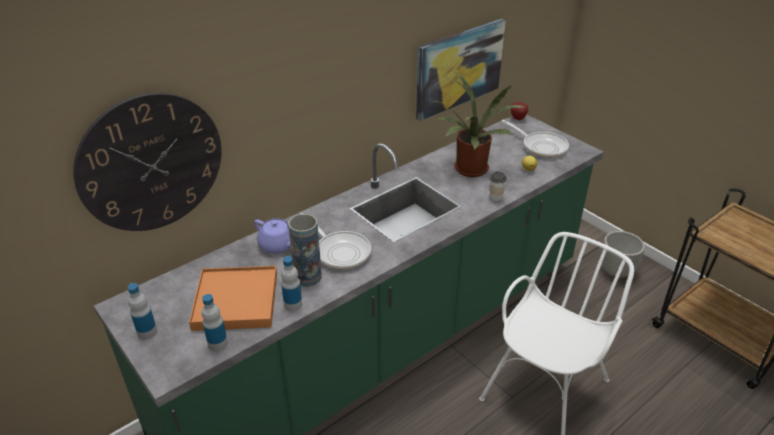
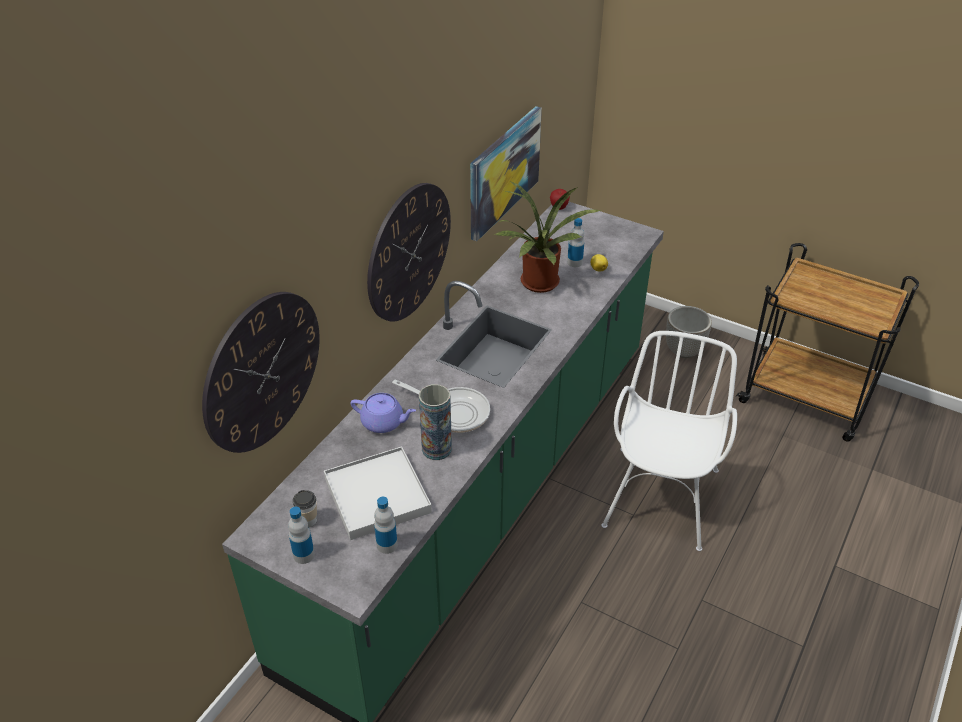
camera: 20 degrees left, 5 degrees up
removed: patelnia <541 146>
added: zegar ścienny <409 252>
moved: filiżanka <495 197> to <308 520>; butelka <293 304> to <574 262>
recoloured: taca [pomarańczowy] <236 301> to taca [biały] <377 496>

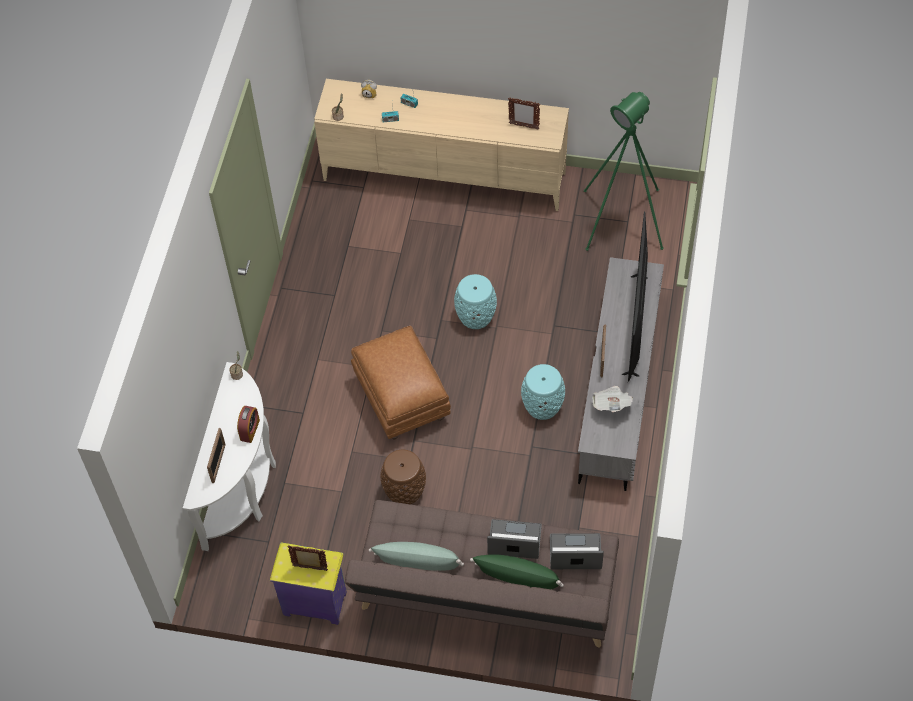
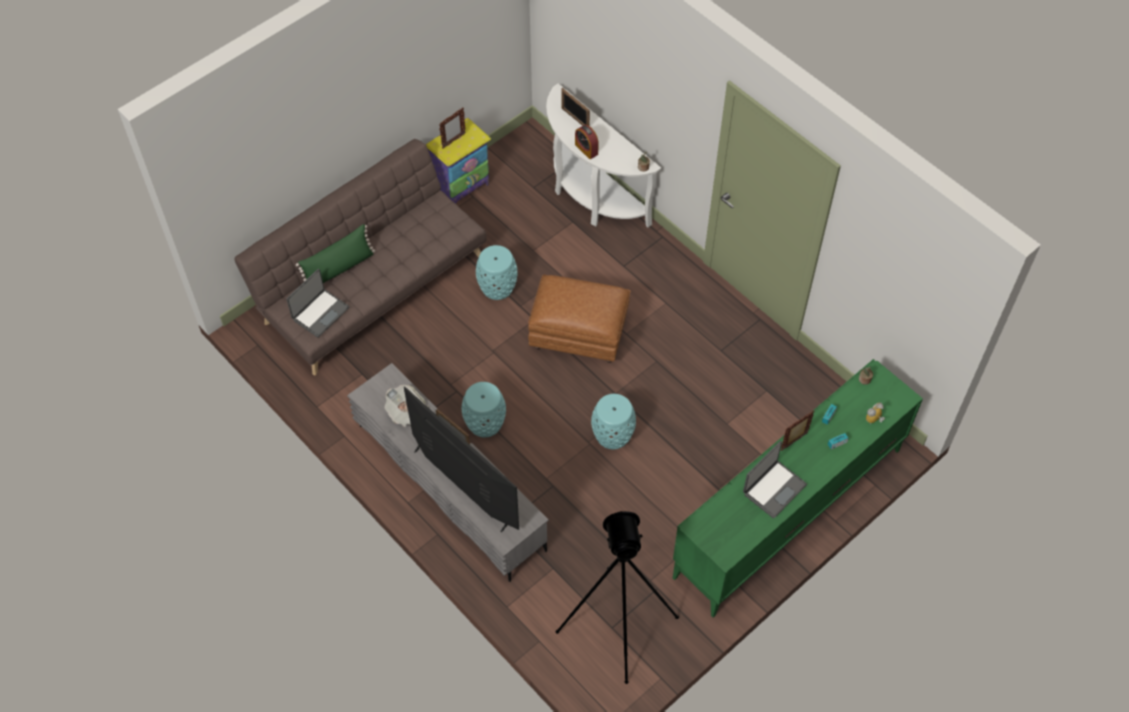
camera: 125 degrees right, 0 degrees up
removed: poduszka [zielony] <417 562>
moved: ramka na zdjęcie <523 126> to <794 442>; laptop <514 541> to <773 488>
recoloured: szafka [beżowy] <445 176> to szafka [zielony] <788 514>; lampa stojąca [zielony] <622 220> to lampa stojąca [czarny] <617 624>; stołek [brązowy] <404 490> to stołek [turkusowy] <497 287>

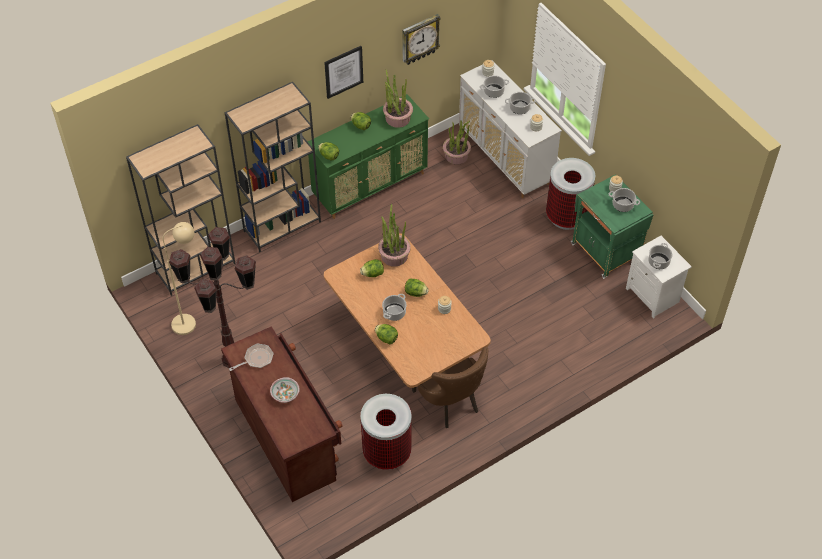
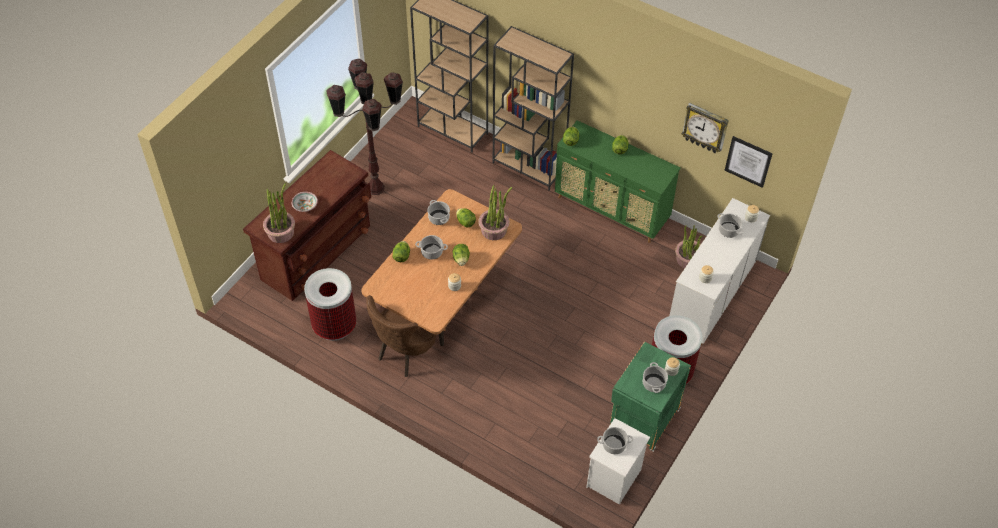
camera: 65 degrees right, 0 degrees up
removed: lampa stojąca [beżowy] <190 322>; patelnia <256 359>
moved: obraz <343 71> to <748 161>; roślina doniczkowa <397 118> to <281 232>; garnek <520 108> to <439 218>

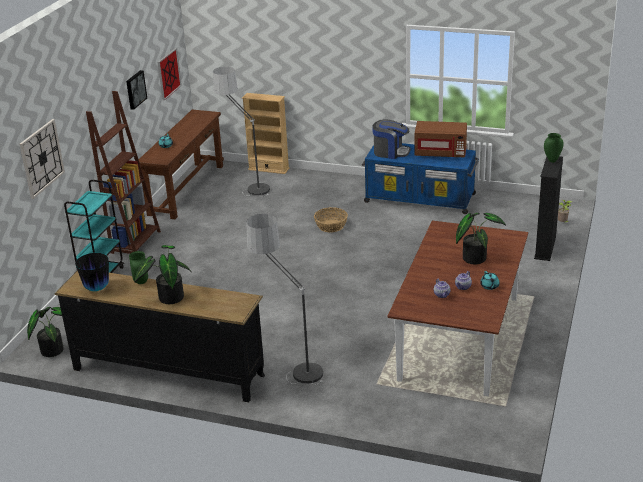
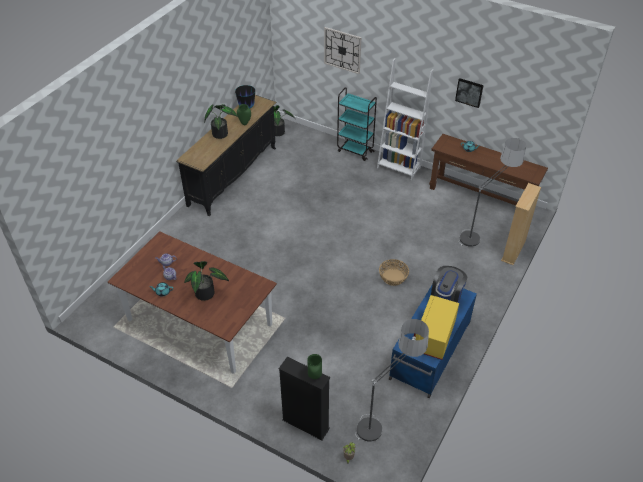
camera: 100 degrees right, 15 degrees up
removed: obraz <168 73>
moved: lampa stojąca <289 365> to <385 419>
recoloured: regał [brązowy] <135 242> to regał [biały] <399 167>; mikrofalówka [brązowy] <440 153> to mikrofalówka [żółty] <434 337>

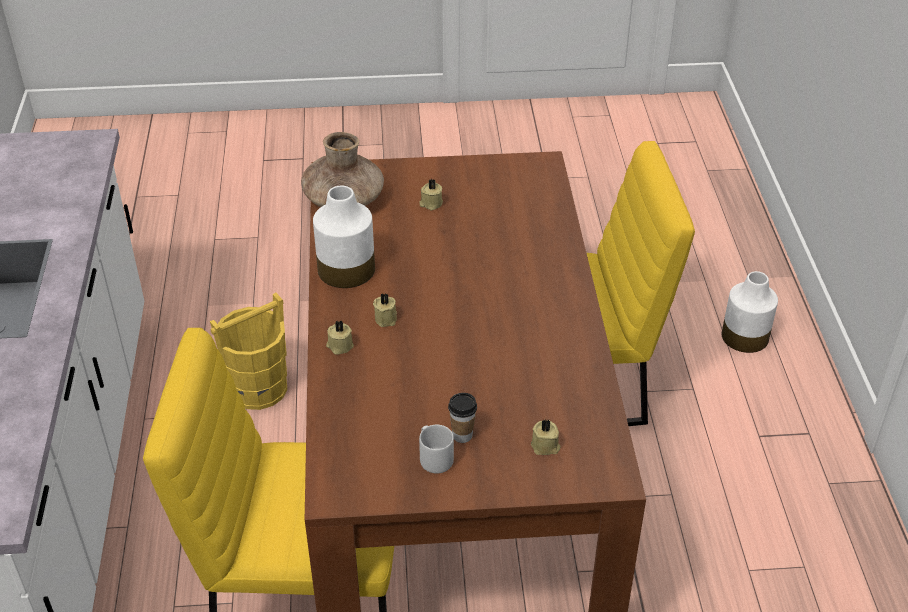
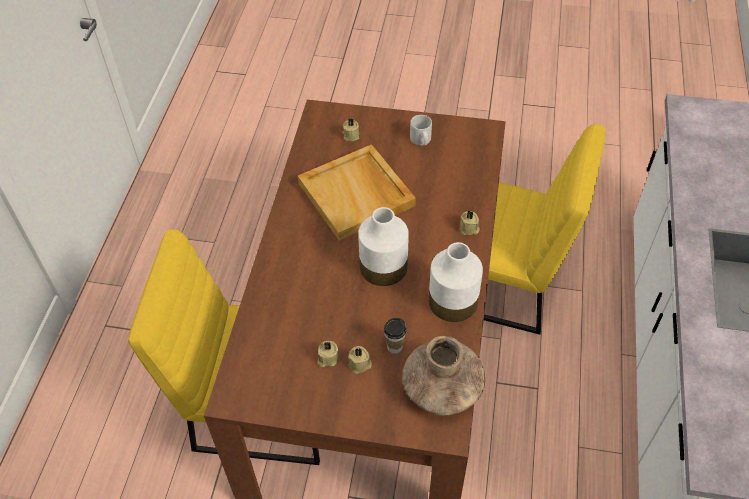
camera: 165 degrees left, 10 degrees up
removed: wiadro [żółty] <259 388>
added: taca [beżowy] <357 195>
moved: wazon [biały] <745 336> to <383 266>; świeca [beżowy] <386 318> to <327 358>; filiżanka <462 435> to <394 347>

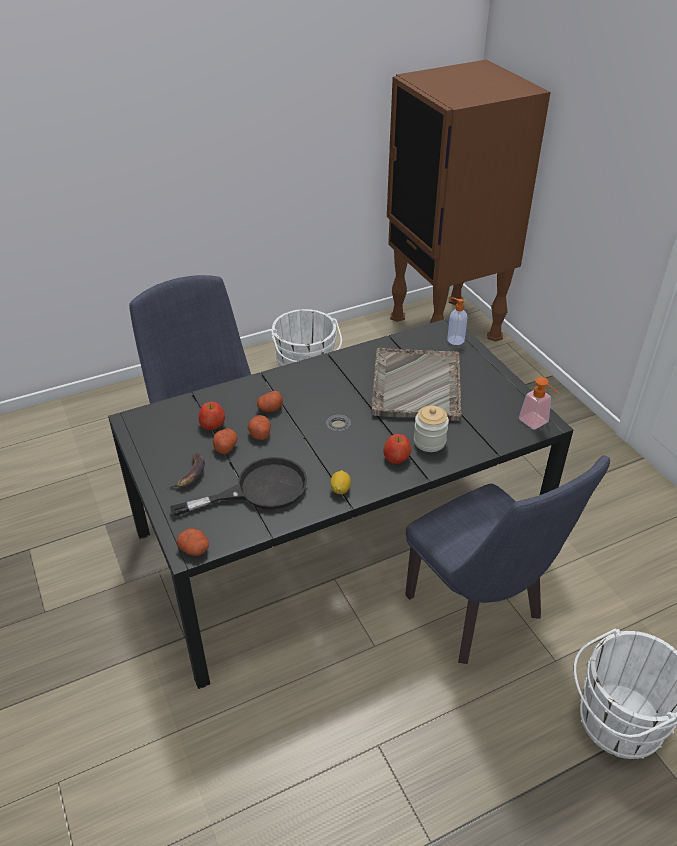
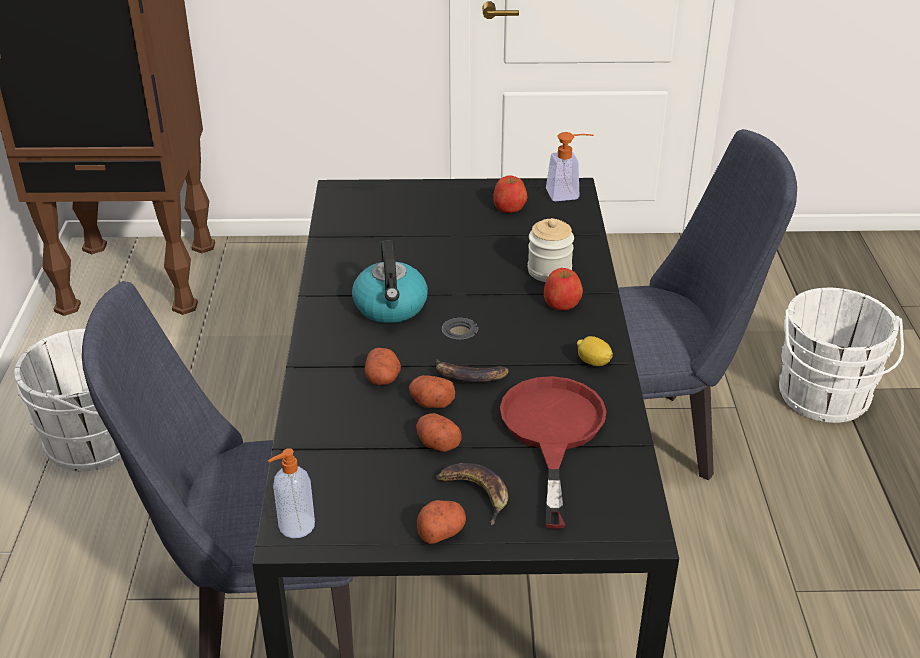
camera: 65 degrees left, 5 degrees down
removed: taca [szary] <416 386>
added: czajnik <391 307>; banan <469 376>
moved: dozownik mydła <455 340> to <295 526>; jabłko <212 424> to <509 207>; ziemniak <195 549> to <441 531>
recoloured: patelnia [czarny] <259 490> to patelnia [czerwony] <552 433>

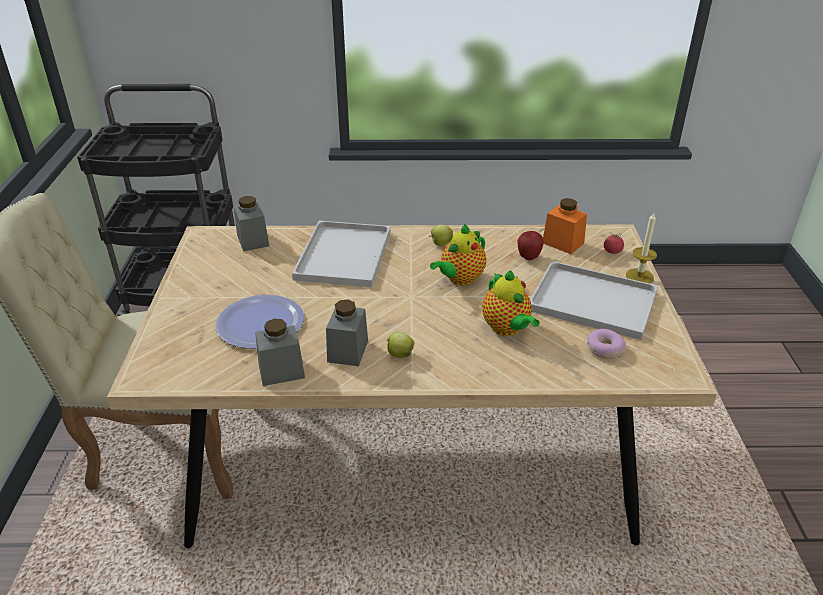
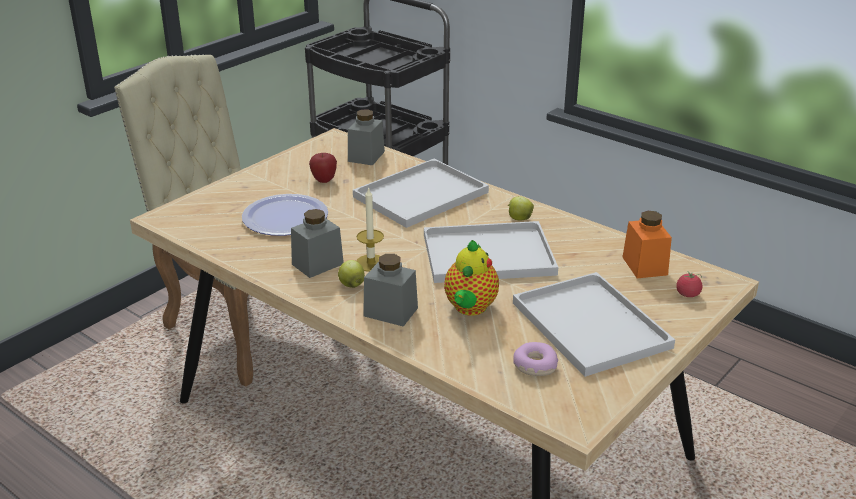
camera: 40 degrees right, 5 degrees down
moved: świeca <639 276> to <371 263>; jabłko <528 257> to <324 180>; słoik [szary] <281 371> to <390 312>
replaced: imbryk <460 279> to taca [biały] <490 253>

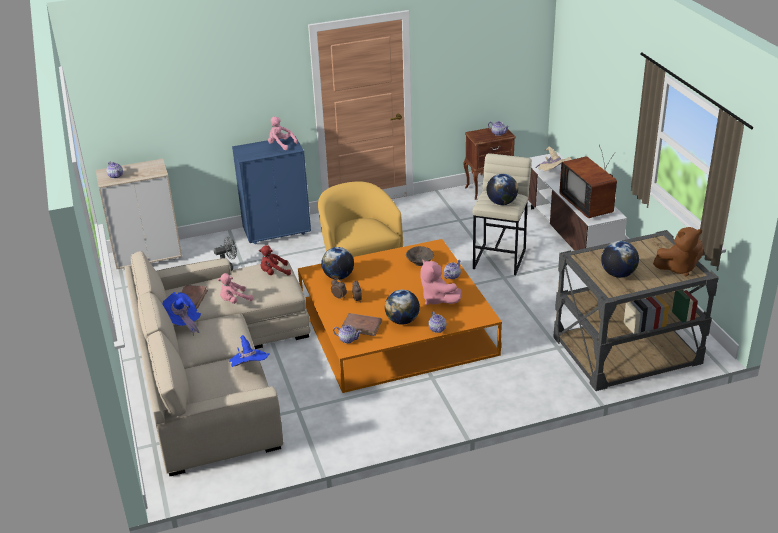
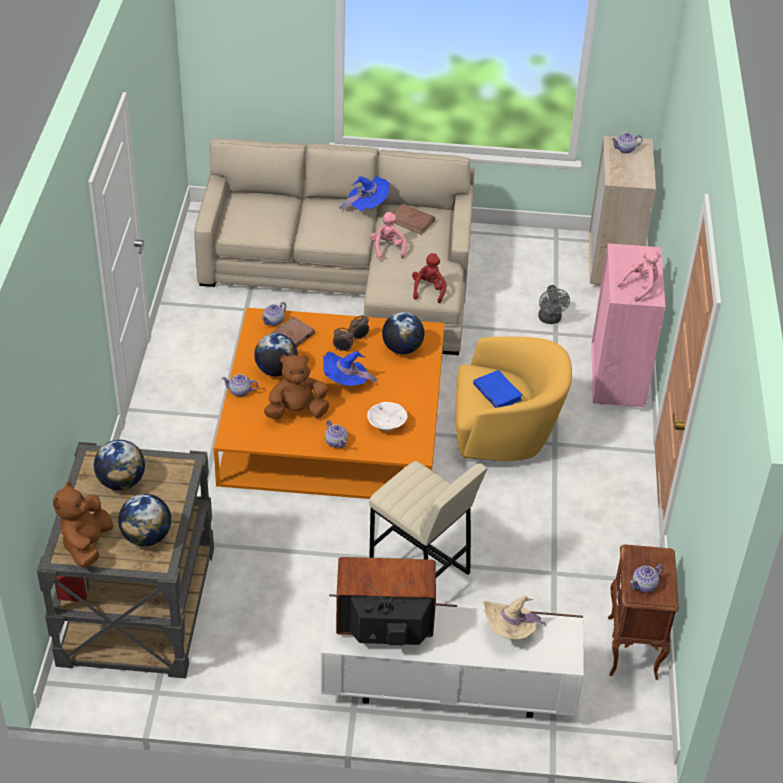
camera: 110 degrees right, 10 degrees up
added: książka [niebieski] <497 392>
moved: globus <501 203> to <147 537>; kapelusz [niebieski] <249 368> to <346 383>
recoloured: szafka [niebieski] <277 232> to szafka [różowy] <617 380>; miska [brązowy] <419 262> to miska [biały] <387 425>; pluszak [różowy] <437 299> to pluszak [brązowy] <297 411>

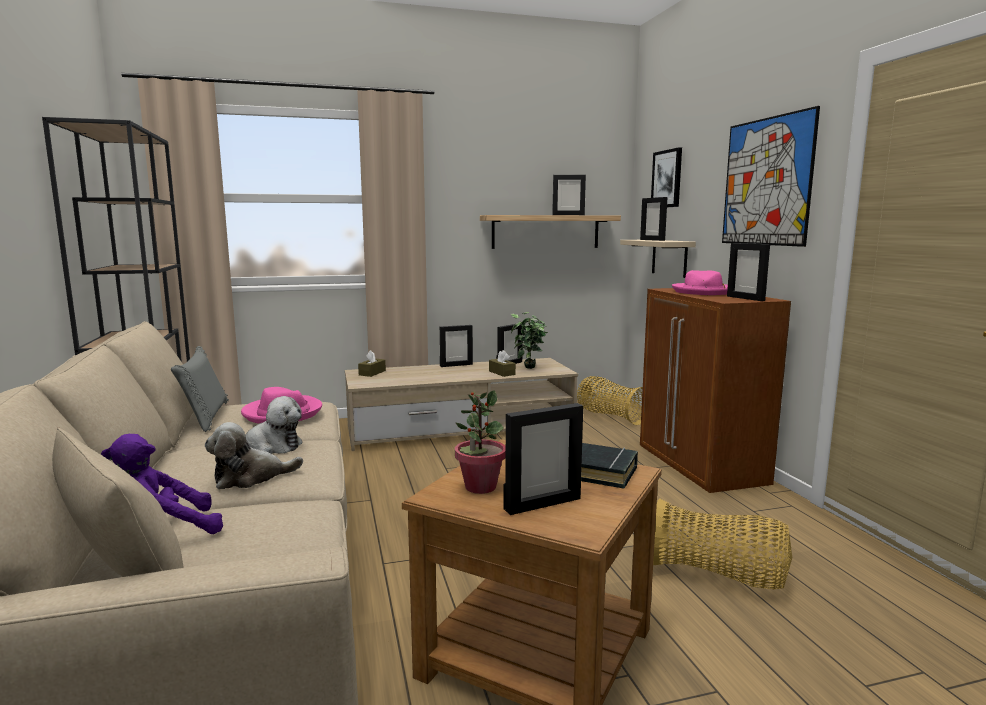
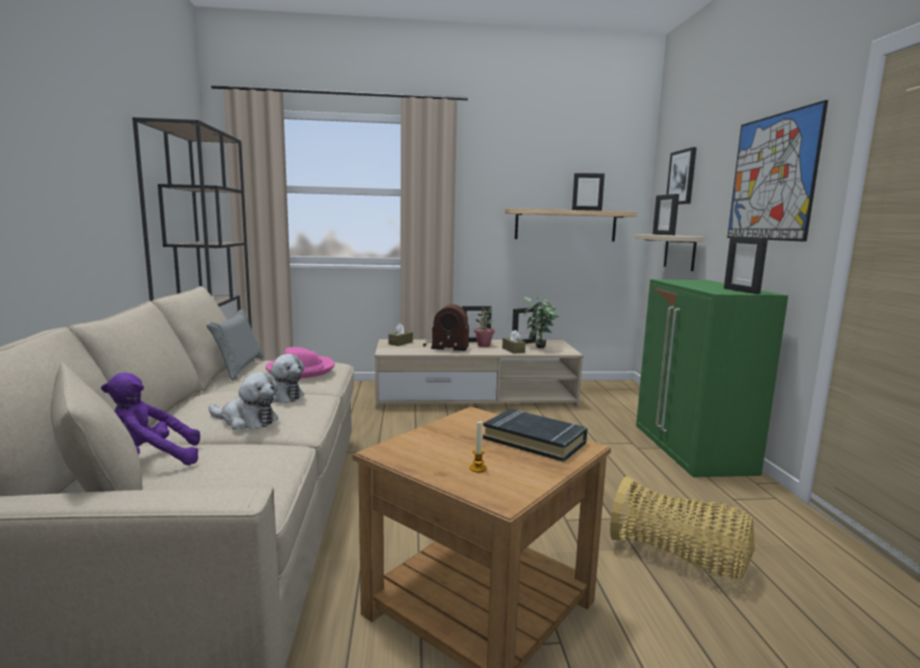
camera: 10 degrees right, 0 degrees up
removed: kapelusz [różowy] <703 292>; koszyk <611 416>
added: radio <445 346>
moved: roślina doniczkowa <480 487> to <483 345>
replaced: ramka na zdjęcie <542 504> to świeca <478 468>
recoloured: szafka [brązowy] <701 463> to szafka [zielony] <692 448>
turned: pluszak <250 477> = <246 421> 150 degrees counterclockwise

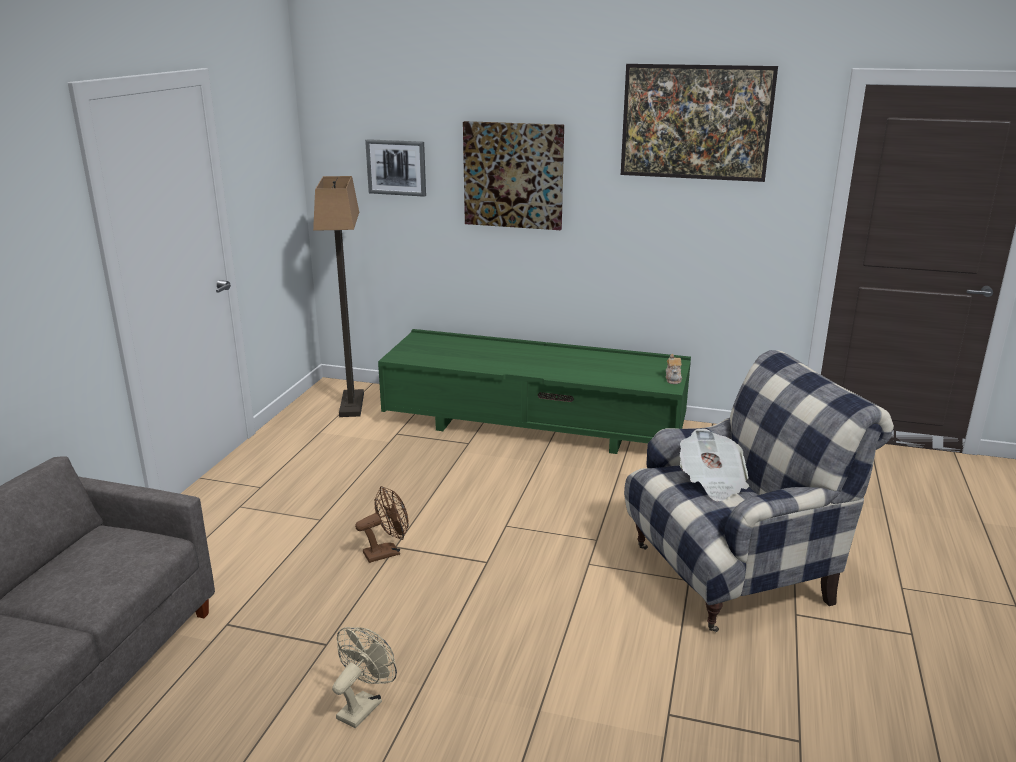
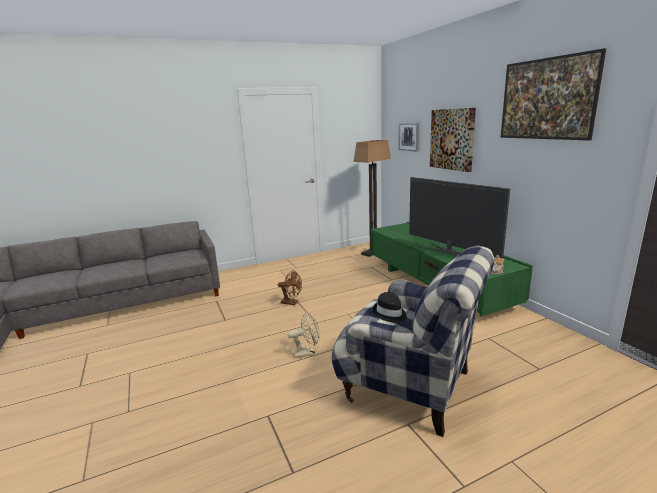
camera: 50 degrees right, 5 degrees down
added: telewizor <450 252>
moved: wentylator [beżowy] <363 705> to <307 353>
replaced: gazeta <712 482> to kapelusz [czarny] <390 313>

